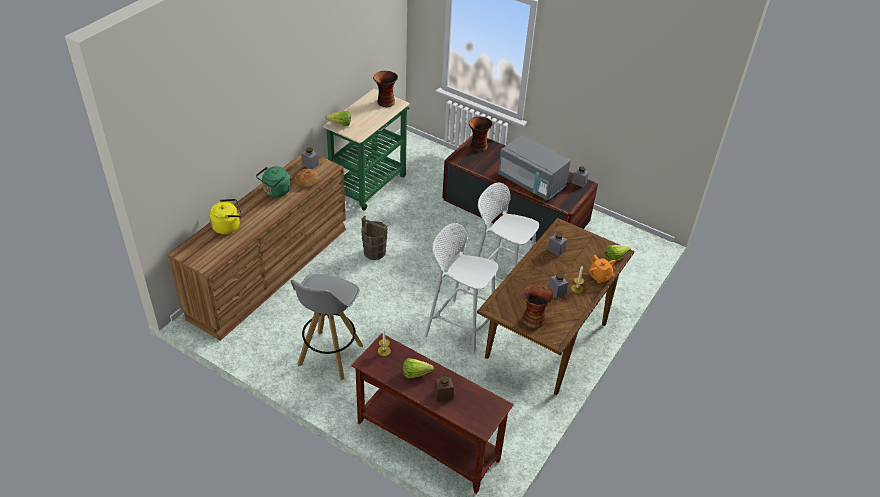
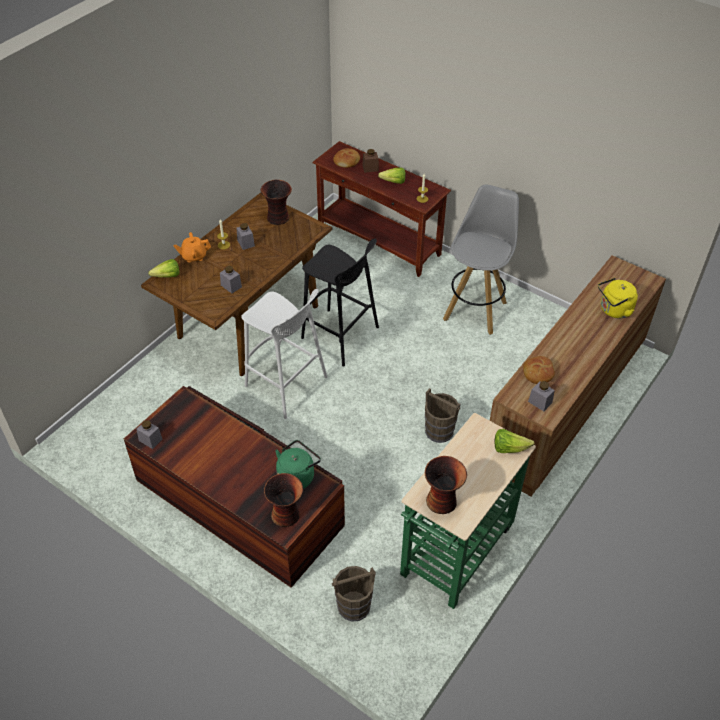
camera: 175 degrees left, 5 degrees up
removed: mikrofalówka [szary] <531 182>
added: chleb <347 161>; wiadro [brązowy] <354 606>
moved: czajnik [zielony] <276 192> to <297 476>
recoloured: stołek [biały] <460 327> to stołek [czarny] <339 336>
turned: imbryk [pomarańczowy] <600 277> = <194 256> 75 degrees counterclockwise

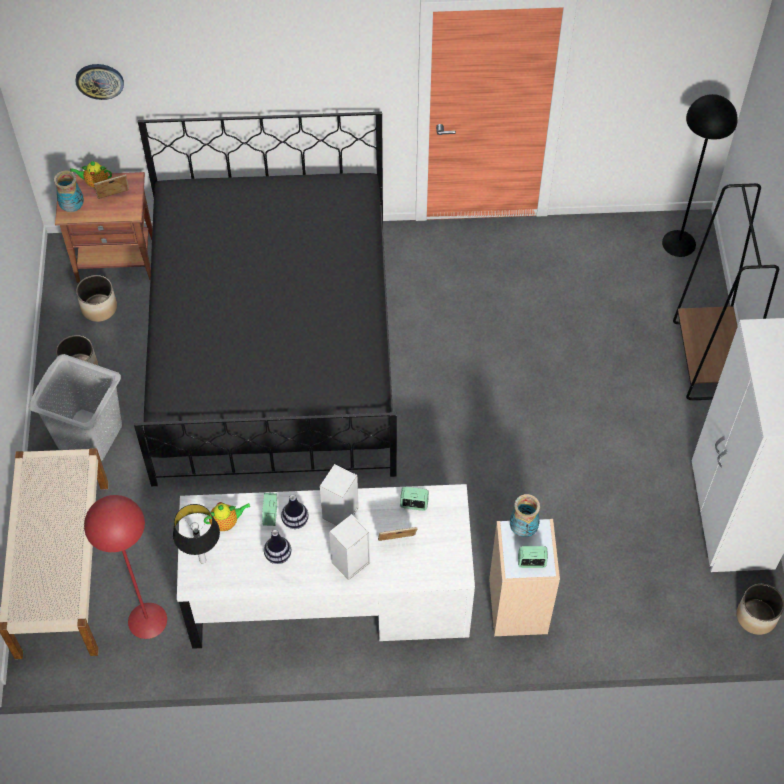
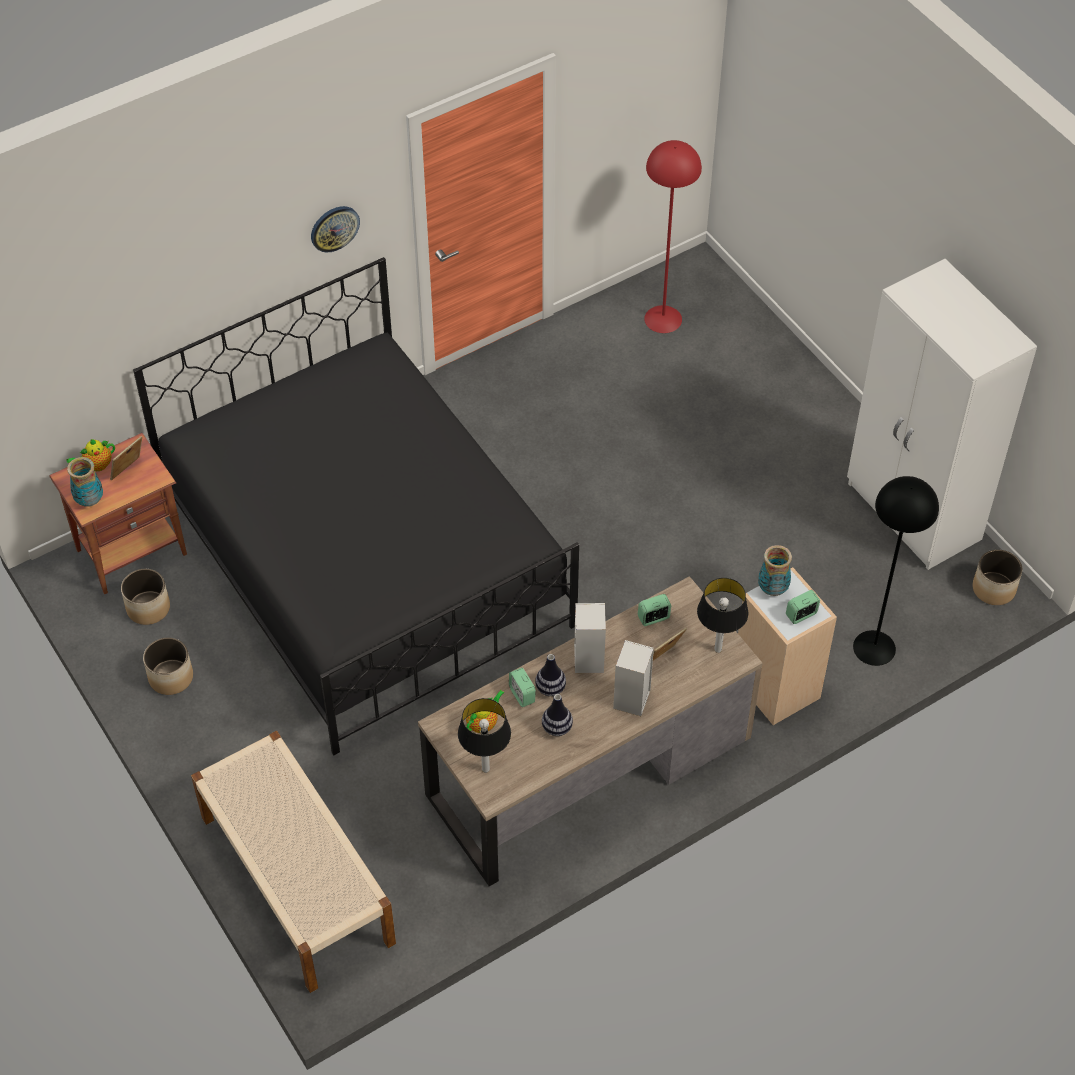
camera: 30 degrees left, 5 degrees down
removed: wieszak <707 360>; kosz na pranie [szary] <89 435>
added: lampa stołowa <718 649>
moved: zegar ścienny <99 80> to <334 228>; lampa stojąca [czarny] <679 243> to <874 647>; lampa stojąca [czerwony] <147 620> to <663 318>
recoloured: biurko [biały] <329 594> to biurko [brązowy] <589 766>

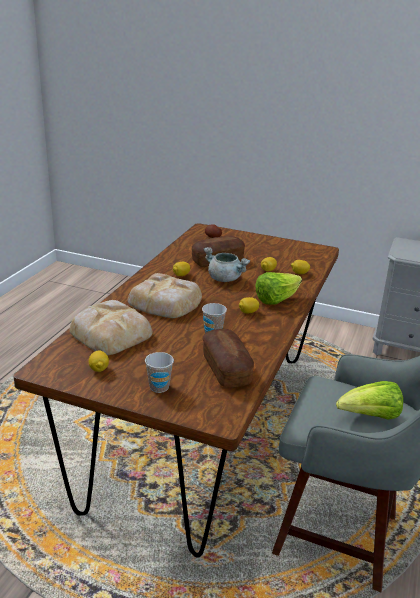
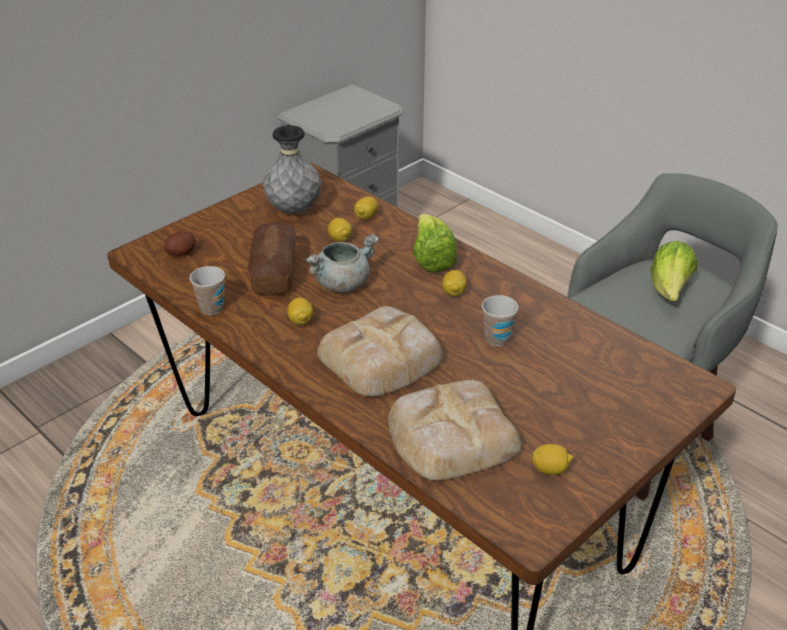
camera: 65 degrees left, 10 degrees up
removed: chleb <226 369>
added: wazon [szary] <294 210>
moved: filiżanka <159 387> to <211 308>

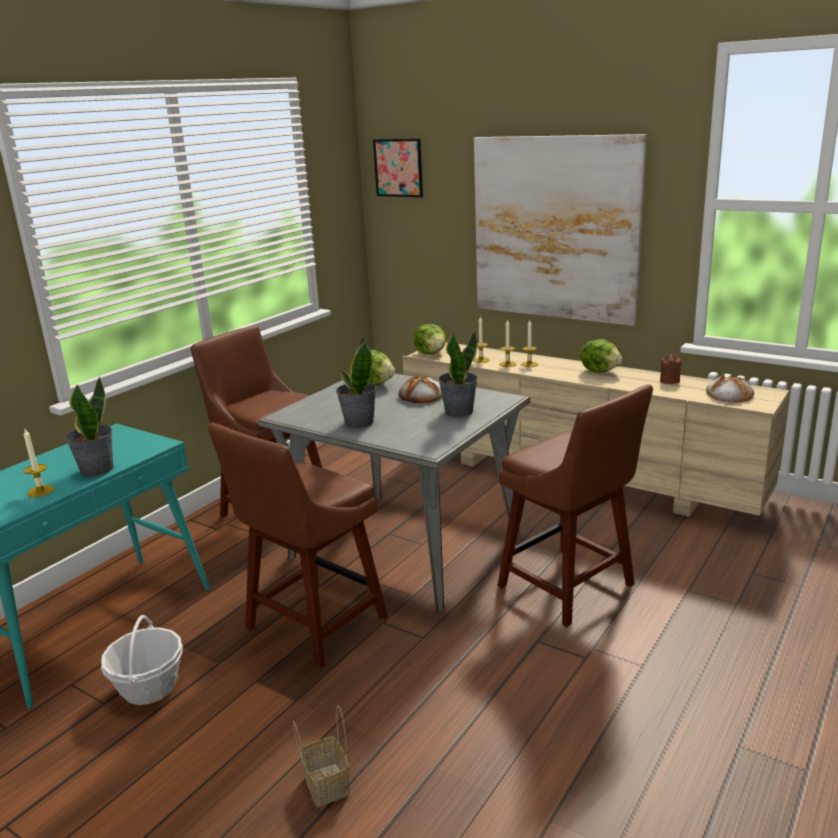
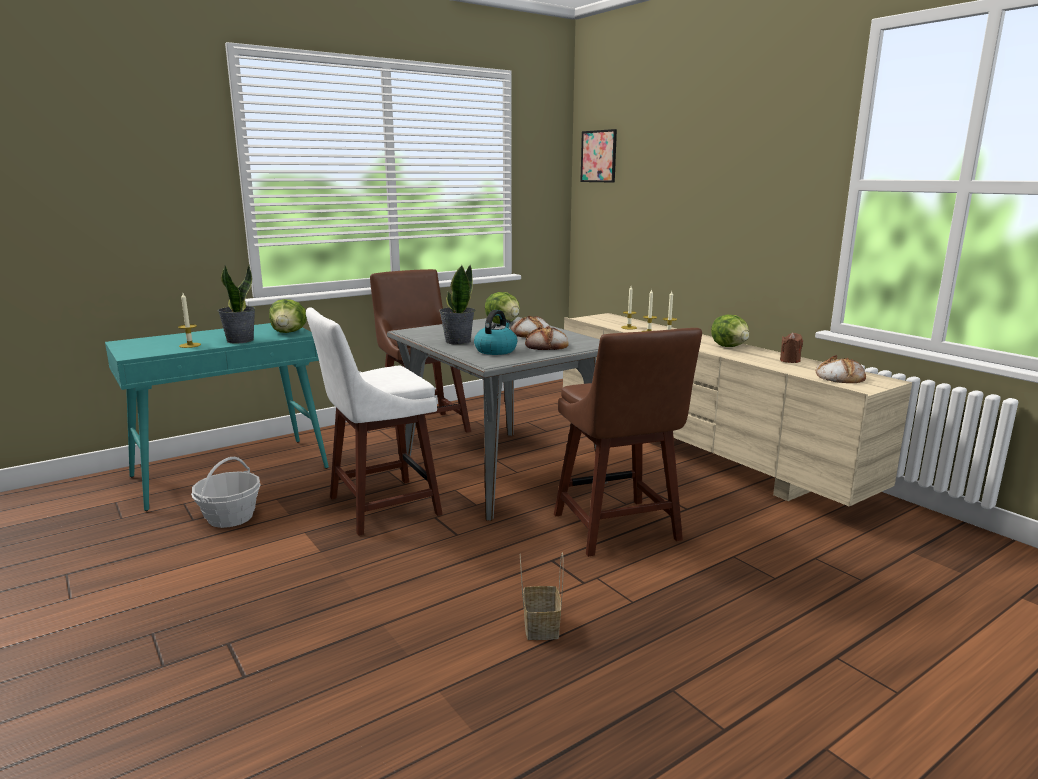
camera: 20 degrees right, 5 degrees down
removed: obraz <555 229>
added: czajnik <496 350>
moved: sałata <431 353> to <289 332>; koszyk <325 783> to <540 625>
replaced: roślina doniczkowa <458 411> to chleb <547 345>
recoloured: krzesło [brązowy] <310 626> to krzesło [biały] <378 507>

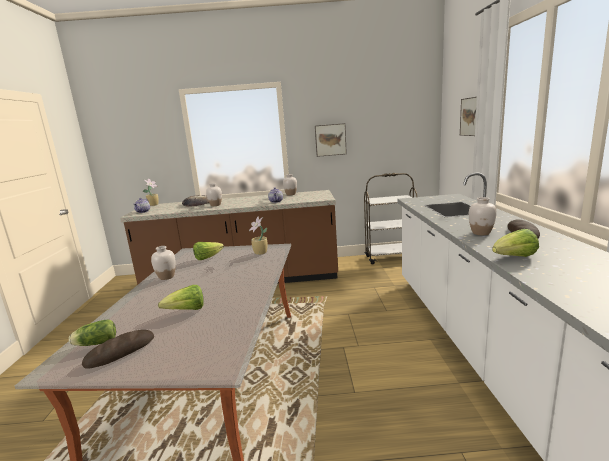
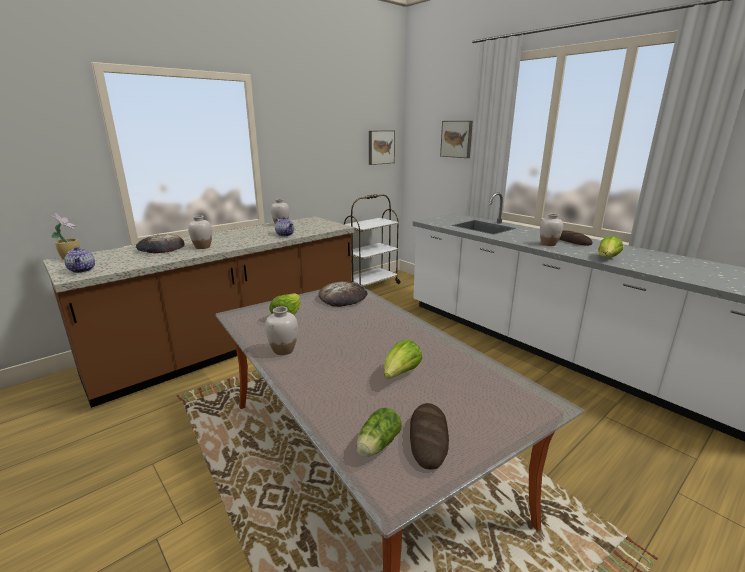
camera: 40 degrees left, 5 degrees up
moved: obraz <330 140> to <380 147>
replaced: roślina doniczkowa <260 253> to chleb <343 297>

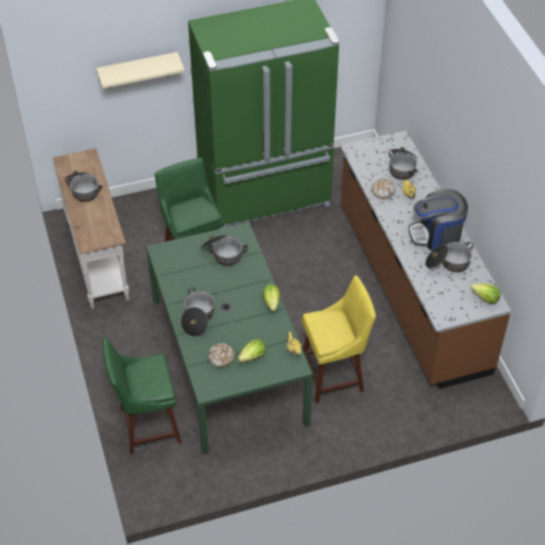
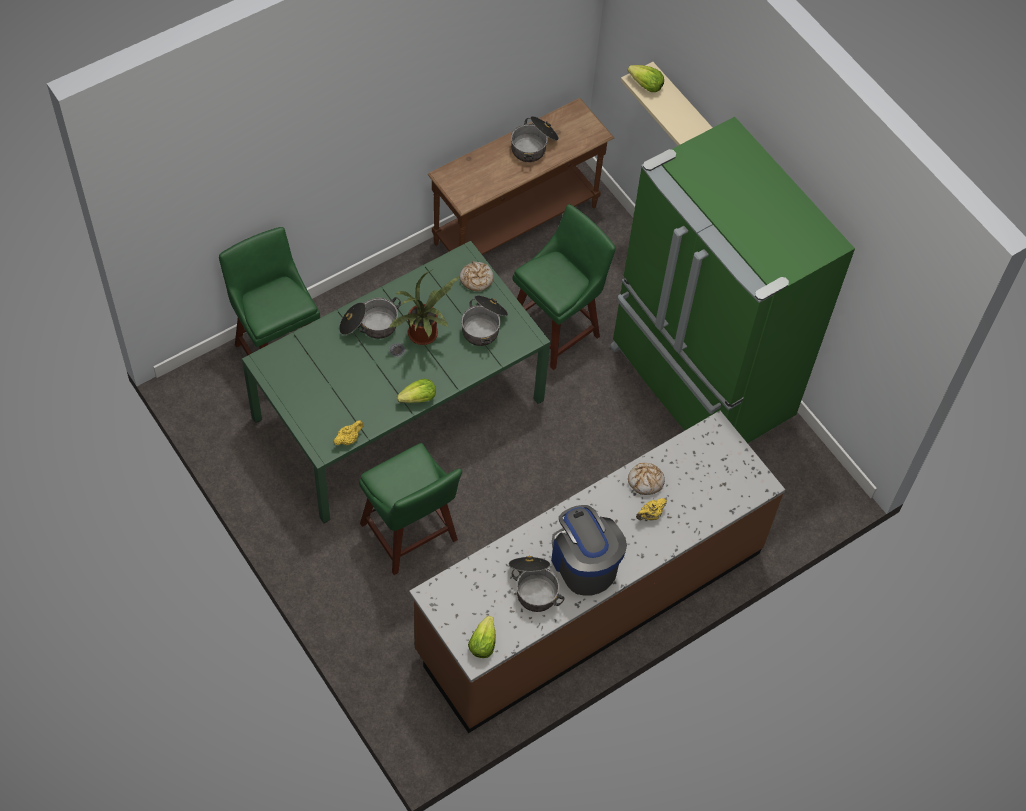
camera: 70 degrees right, 10 degrees up
removed: garnek <401 167>
added: roślina doniczkowa <424 336>
moved: sałata <252 356> to <645 85>; chleb <221 357> to <476 279>
recoloured: stolik konsolowy [biały] <98 258> to stolik konsolowy [brązowy] <516 226>; krzesło [żółty] <335 374> to krzesło [zielony] <411 536>

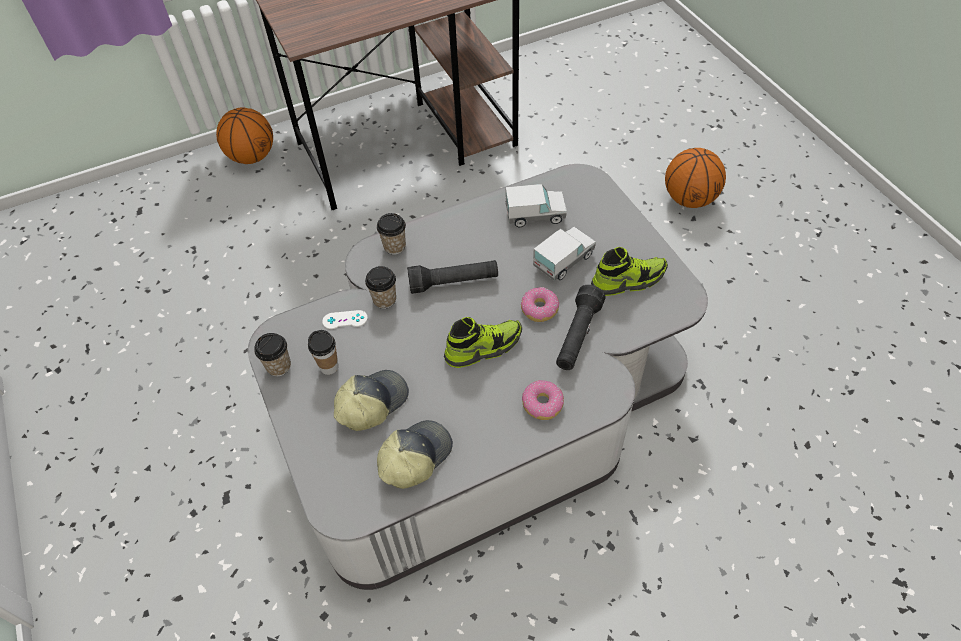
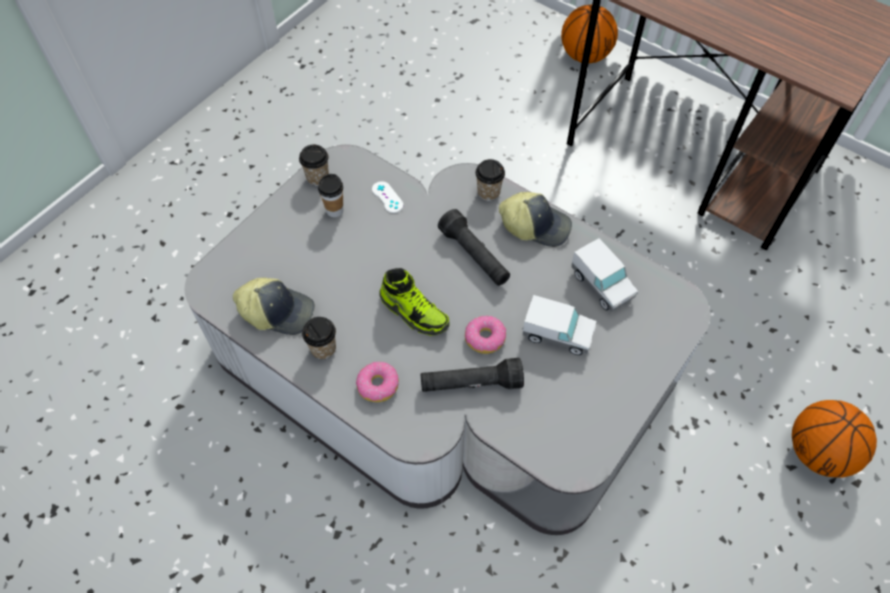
camera: 60 degrees right, 5 degrees up
removed: but <628 281>
moved: filiżanka <384 300> to <323 349>; czapka z daszkiem <371 403> to <535 225>

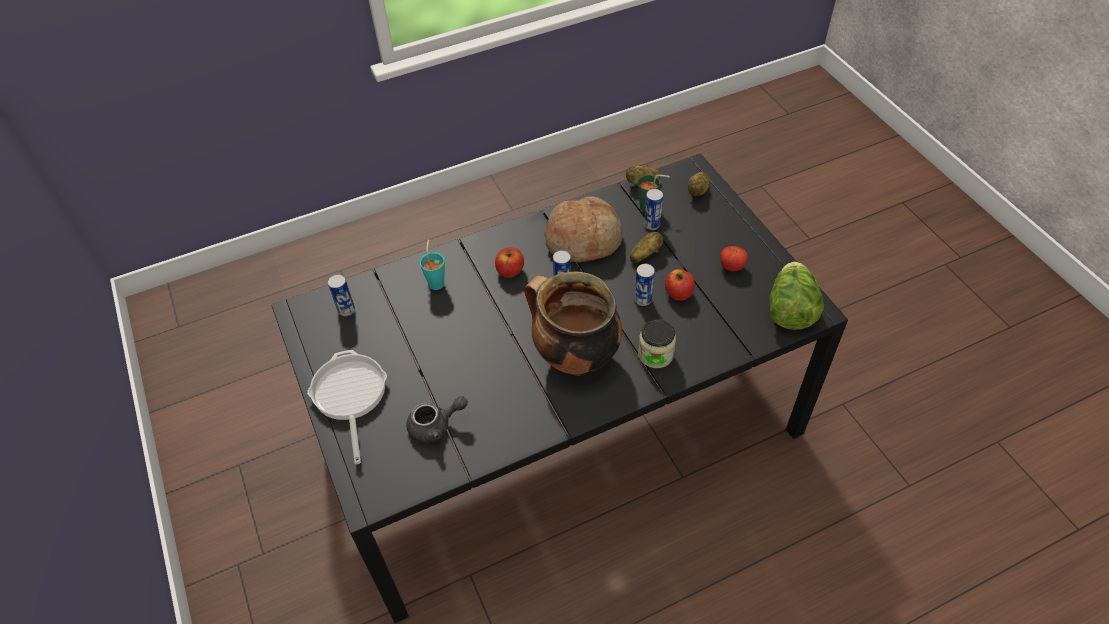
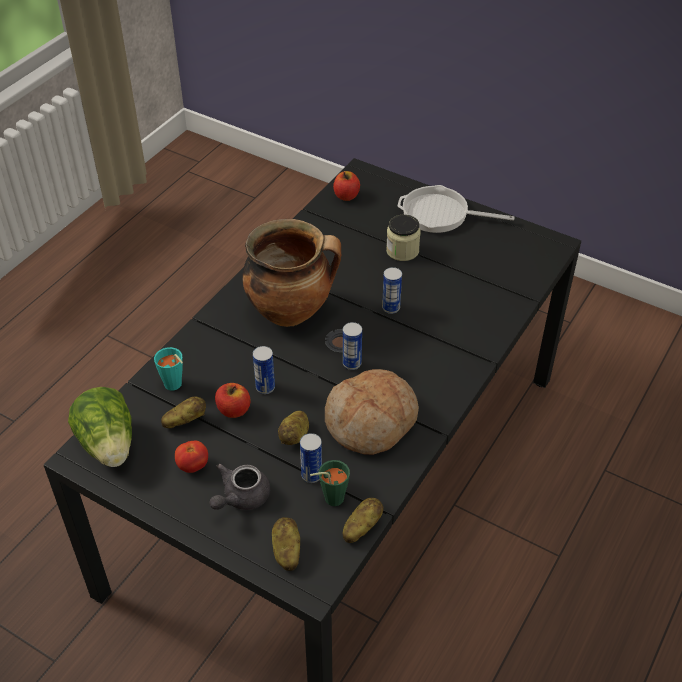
camera: 145 degrees right, 5 degrees down
added: ziemniak <185 421>
moved: filiżanka [turkusowy] <437 281> to <174 386>; jabłko <510 271> to <346 196>; puszka <346 310> to <391 308>; słoik <655 354> to <402 251>; imbryk [szary] <436 426> to <241 497>
turned: patelnia <350 395> = <440 214> 150 degrees clockwise

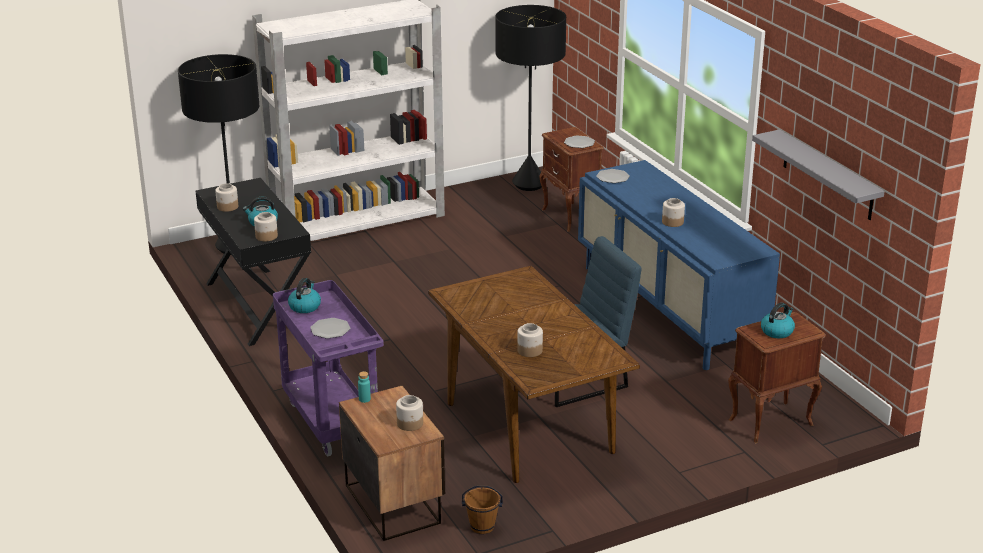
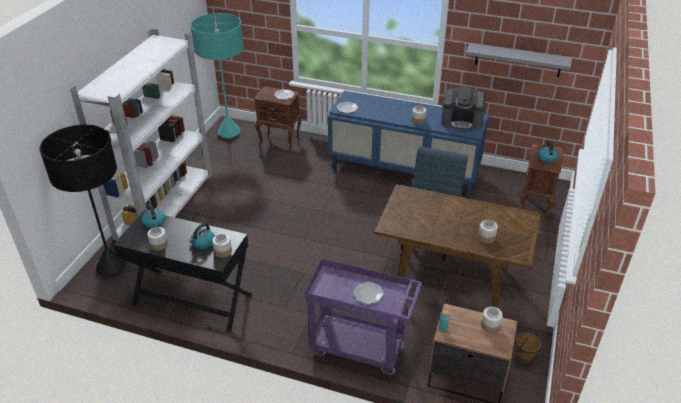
camera: 45 degrees left, 10 degrees up
added: ekspres do kawy <461 121>
moved: czajnik <305 306> to <154 222>
recoloured: lampa stojąca [czarny] <529 185> to lampa stojąca [turkusowy] <229 133>

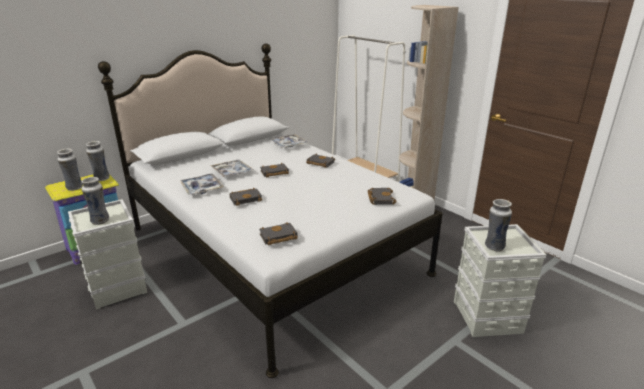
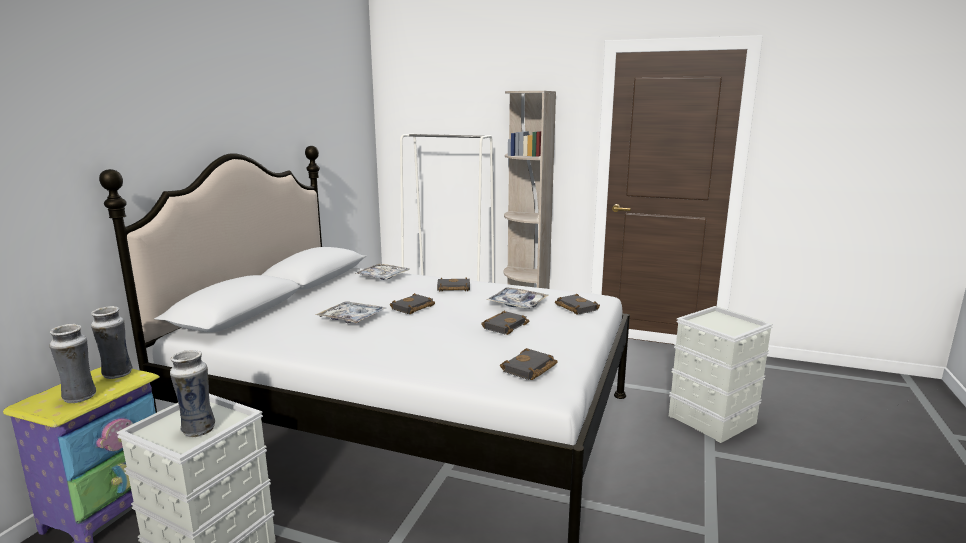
camera: 30 degrees left, 10 degrees down
removed: wazon <493 246>
moved: taca <202 188> to <517 304>; książka [czarny] <246 198> to <504 325>

